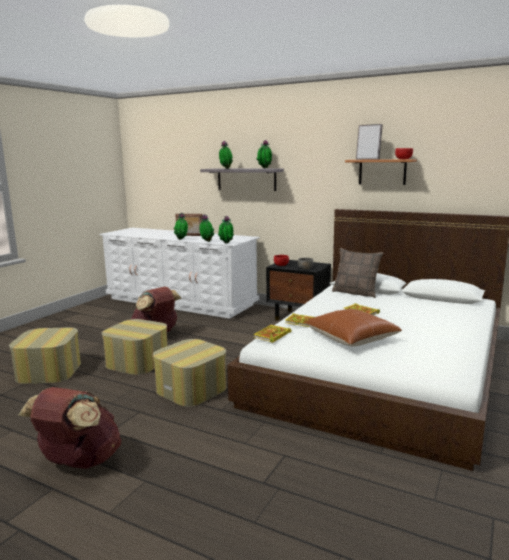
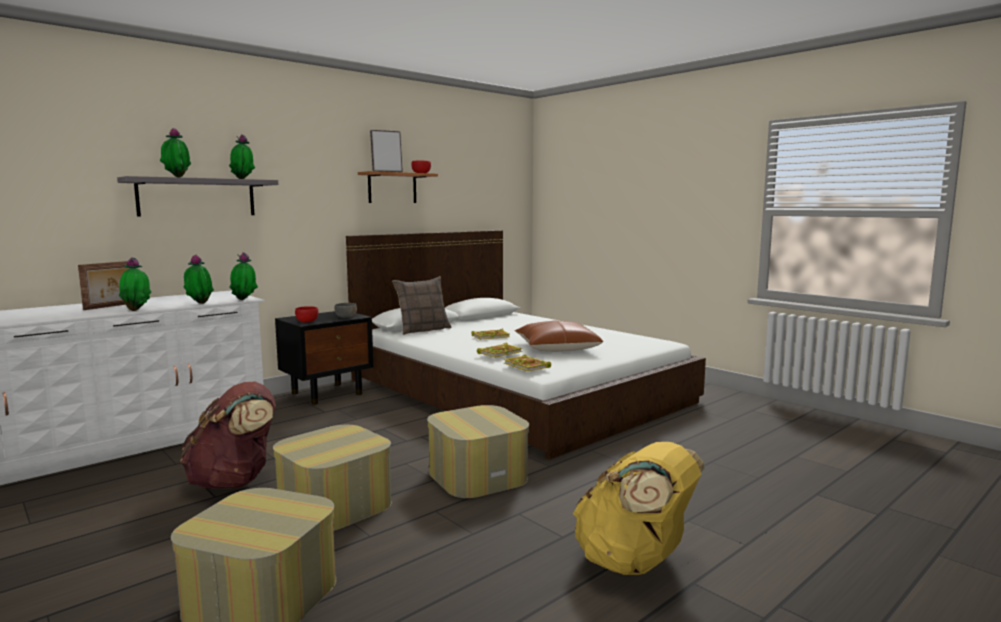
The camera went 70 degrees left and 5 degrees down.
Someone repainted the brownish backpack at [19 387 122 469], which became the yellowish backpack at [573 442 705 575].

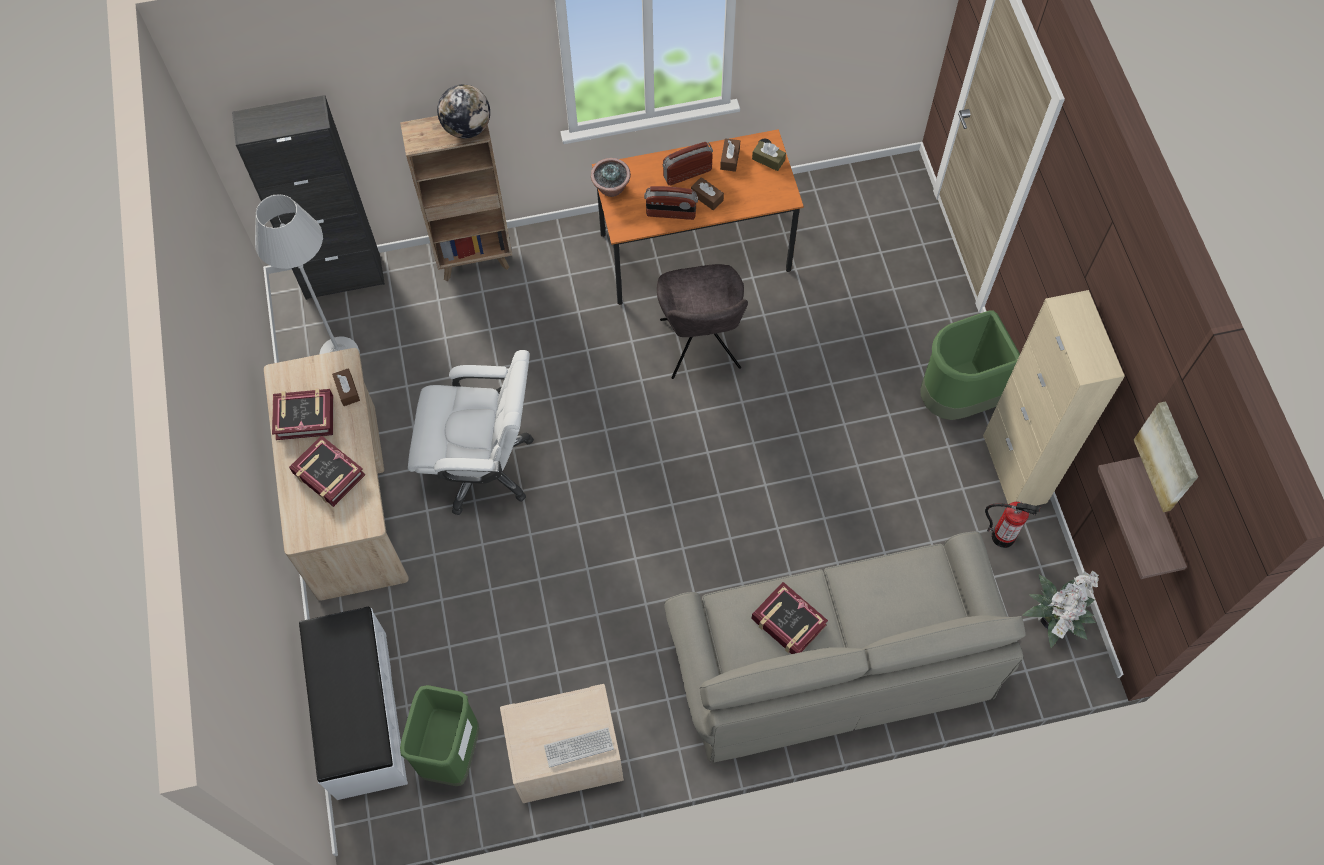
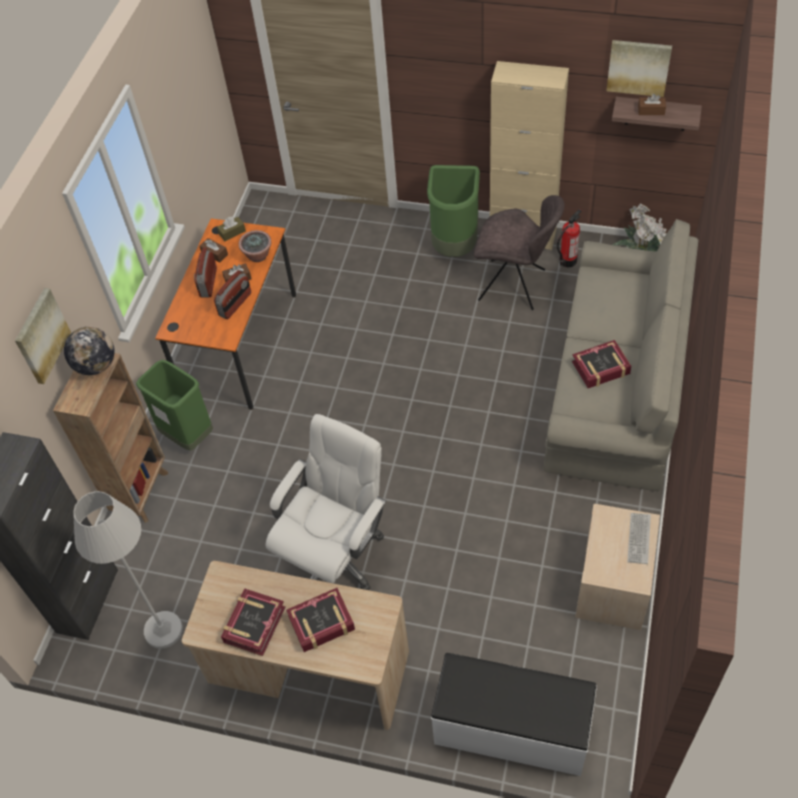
The camera went 60 degrees left and 10 degrees down.
Someone put up the picture at [15 288 71 384].
Someone carried the green-coloured trash can from [400 685 479 786] to [136 360 213 450].
Someone carried the houseplant from [591 158 631 197] to [239 230 272 262].
Someone carried the grey chair from [657 264 748 379] to [474 195 564 310].
Someone carried the brownish tissue box from [332 368 360 406] to [638 94 666 115].

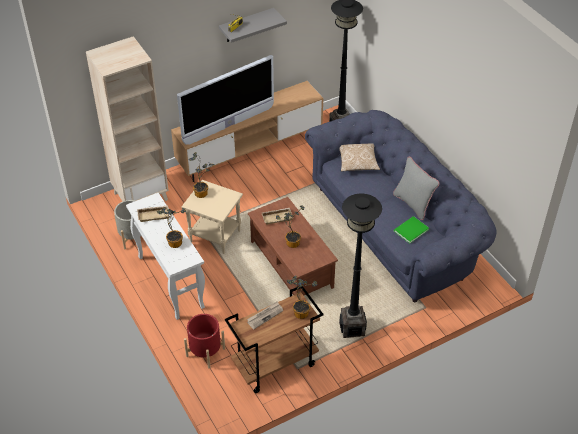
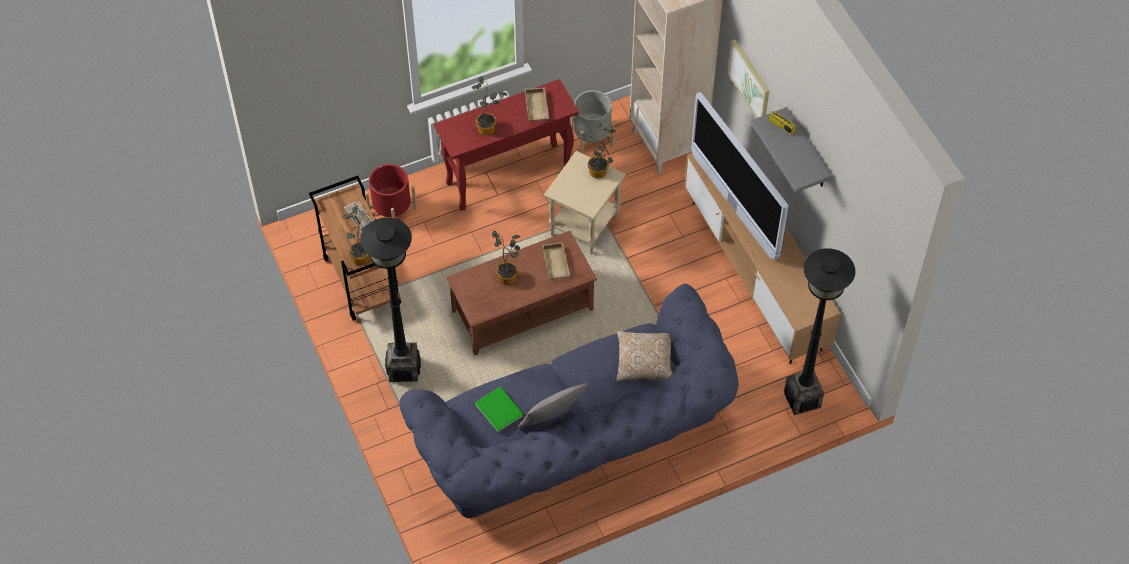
The camera went 95 degrees right and 10 degrees up.
Someone repainted the white console table at [126 193 205 320], which became the red console table at [434 79 579 211].
Someone put up the picture at [728 39 769 118].

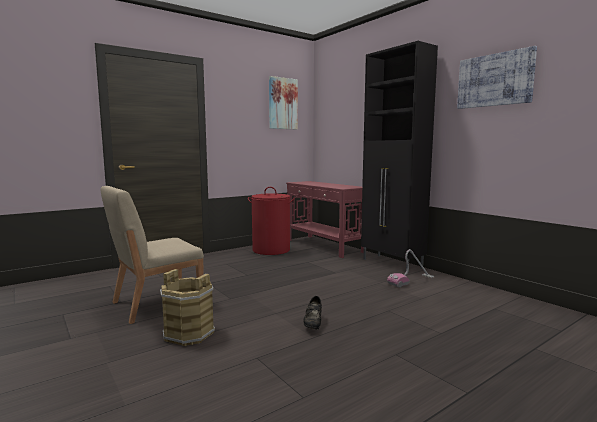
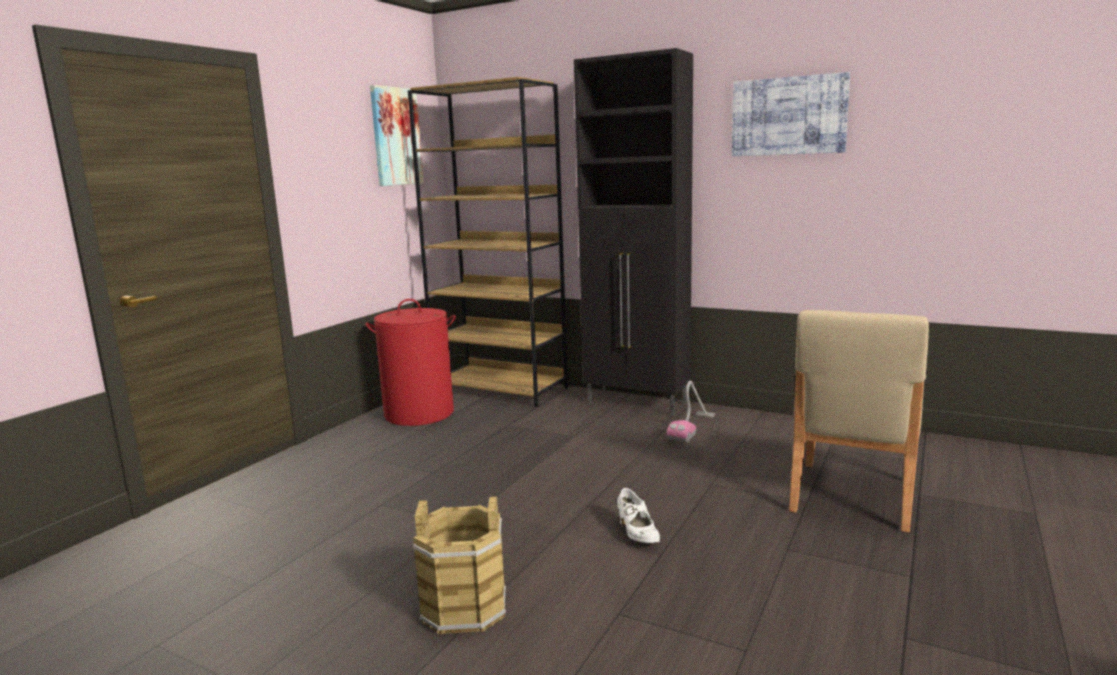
The camera went 25 degrees left and 5 degrees up.
Someone swapped the red console table at [286 181 364 258] for the brownish bookshelf at [408 77 568 407].
Someone repainted the black low shoe at [304 296 322 330], which became the white low shoe at [617 488 660 543].
Someone carried the sand-coloured chair from [101 186 204 324] to [789 310 929 532].

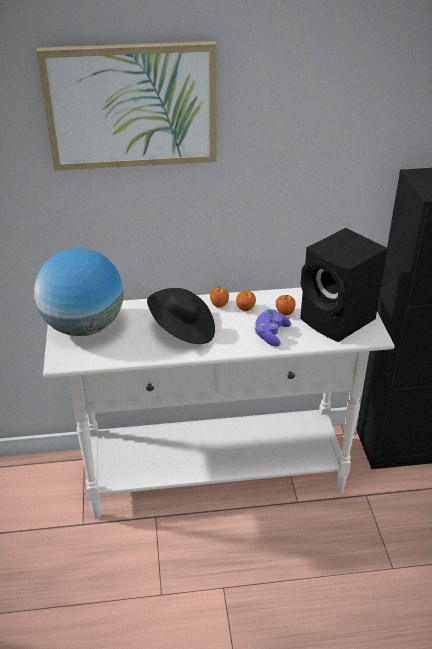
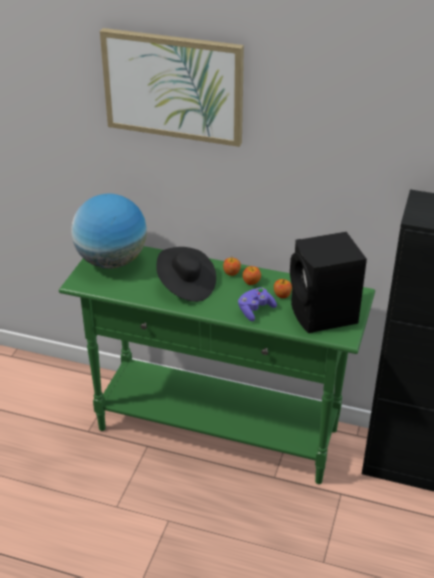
The camera went 25 degrees right and 0 degrees up.
Someone repainted the white console table at [43 288 395 519], which became the green-coloured console table at [59 246 375 484].

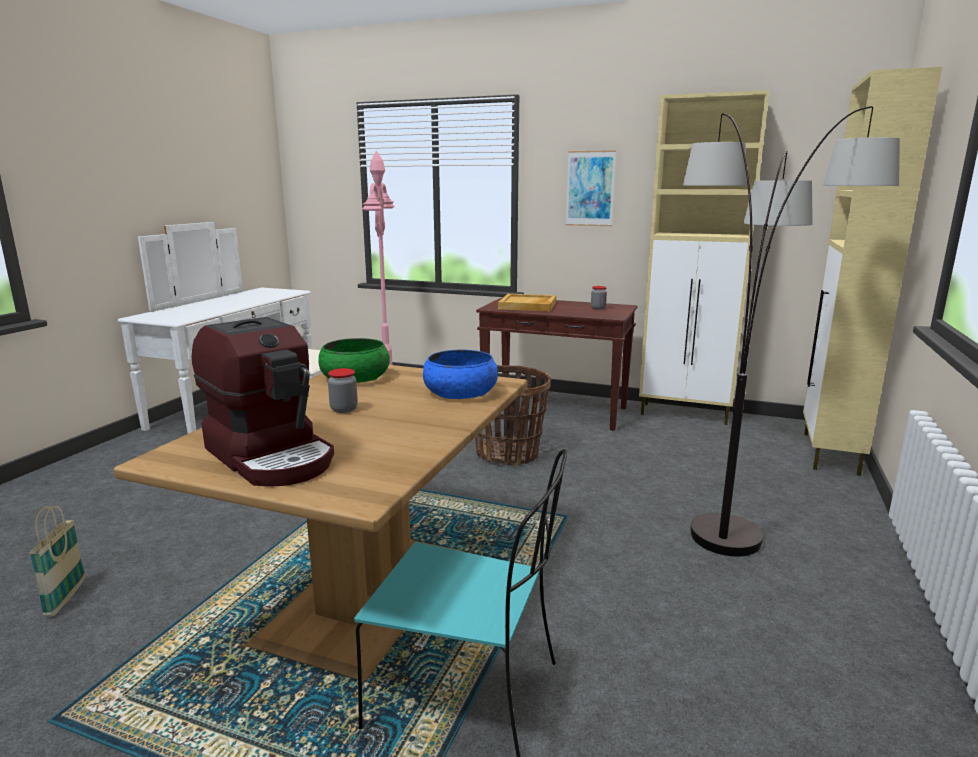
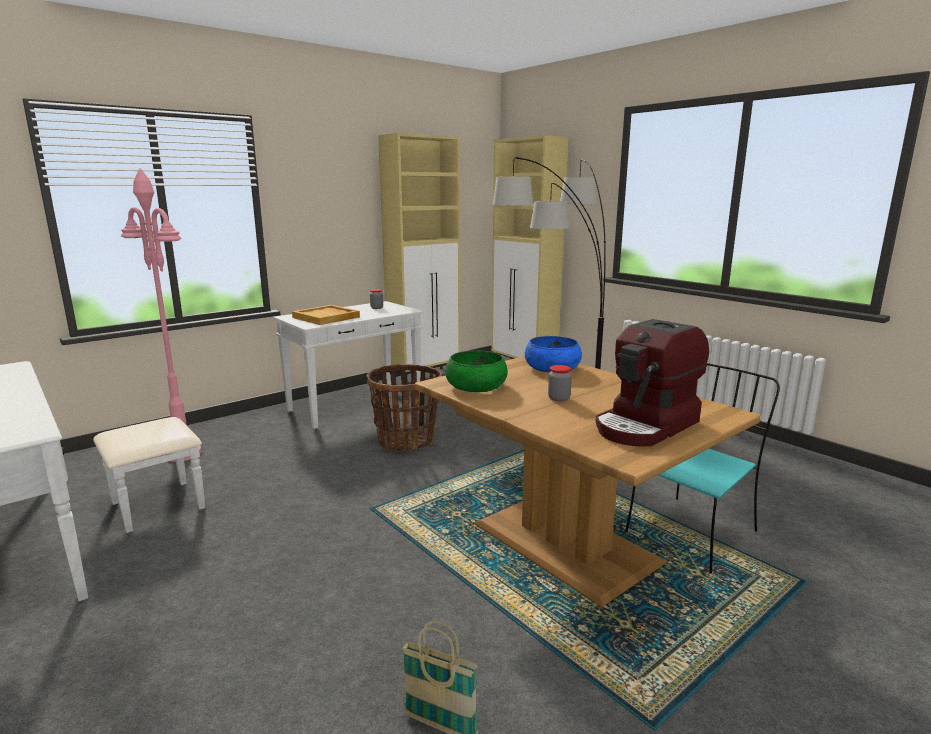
The camera went 60 degrees left and 0 degrees up.
Someone repainted the brownish console table at [476 297 637 431], which became the white console table at [273 301 424 429].
Someone rotated the coffee brewer at [192 317 334 487] by 150 degrees clockwise.
Someone took away the picture at [566 150 616 226].

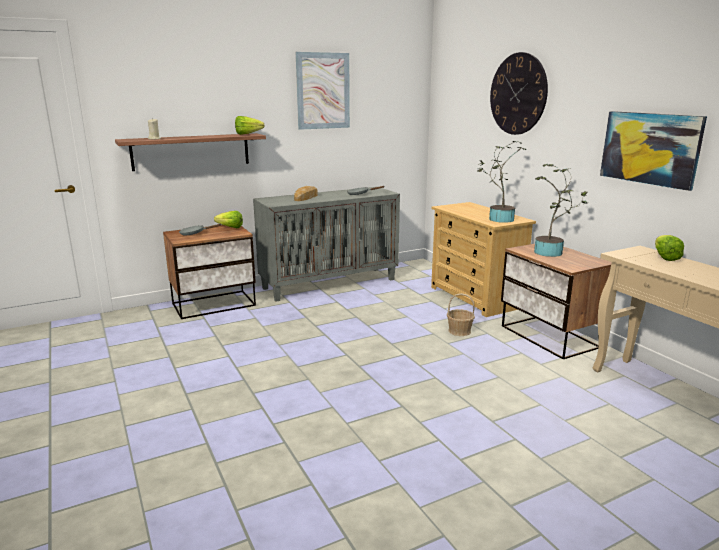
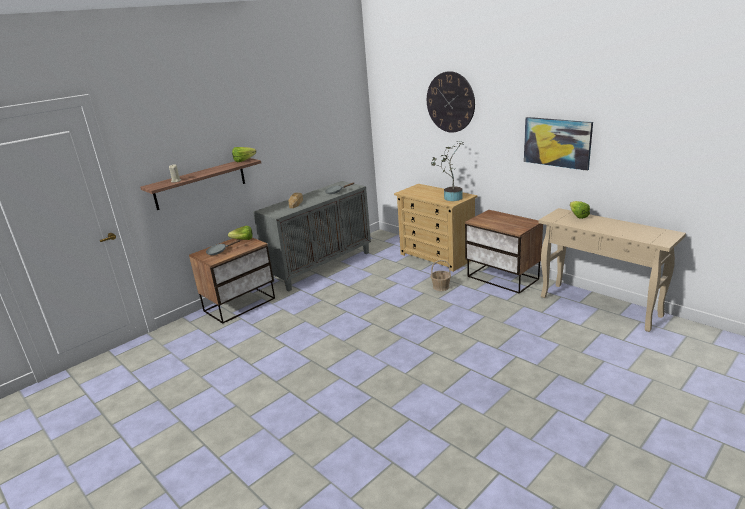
The camera went 15 degrees left and 5 degrees up.
Someone took away the picture at [296 52 350 130].
Someone took away the houseplant at [534 164 588 257].

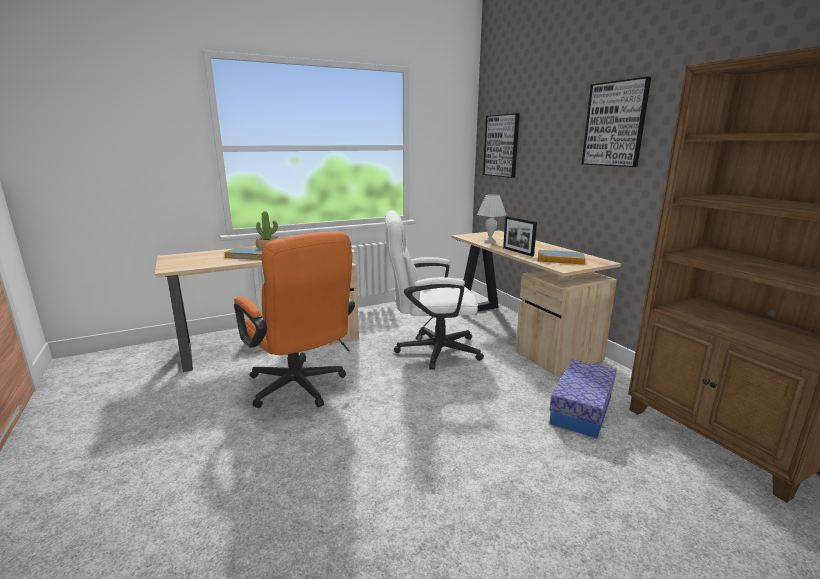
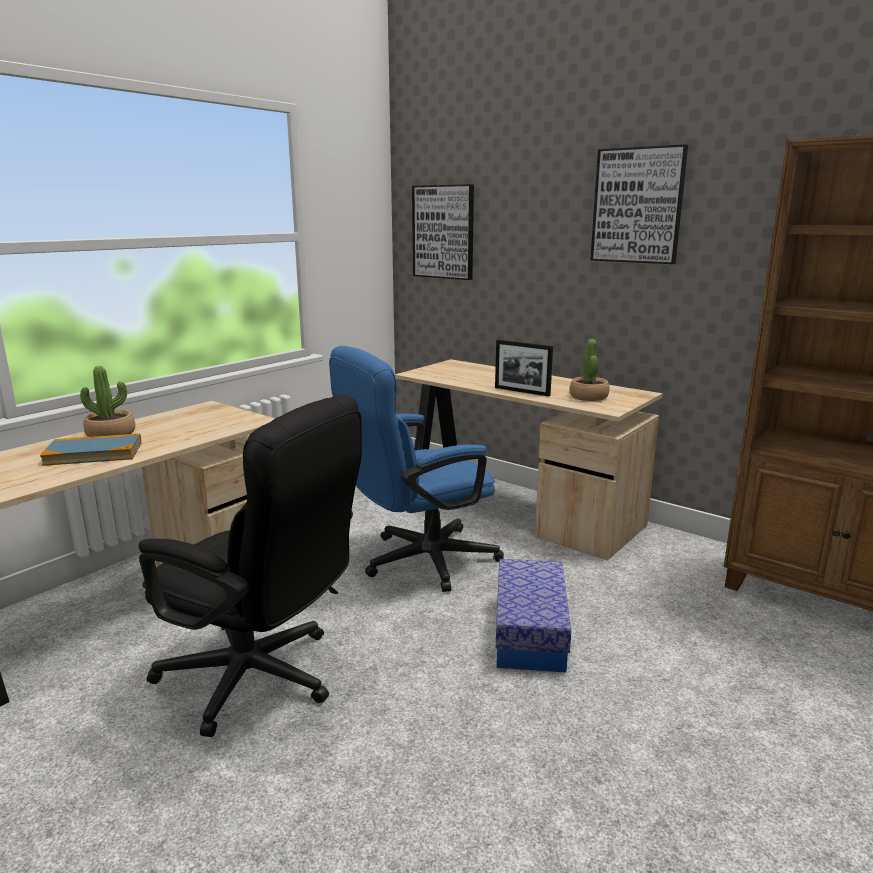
The camera went 25 degrees left and 0 degrees up.
Someone repainted the orange desk chair at [234 231 355 408], which became the black desk chair at [139 395 362 737].
Someone repainted the white desk chair at [385 210 484 370], which became the blue desk chair at [329 346 504 592].
Someone carried the storage container from [549 360 616 438] to [496 559 571 673].
Someone swapped the volume at [538 250 585 265] for the houseplant at [570 339 609 401].
Someone took away the white tabletop lamp at [477 194 506 243].

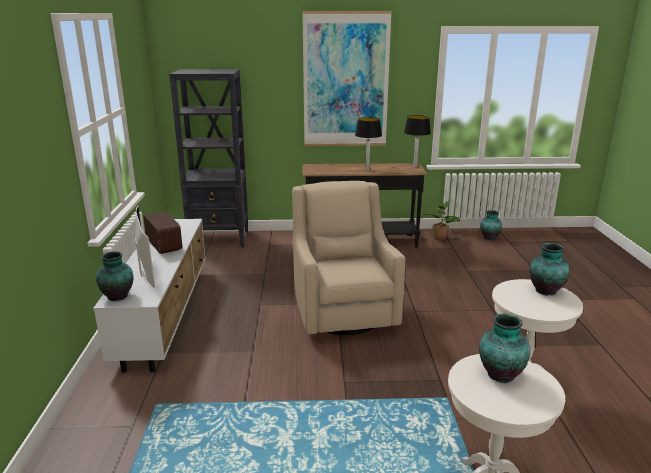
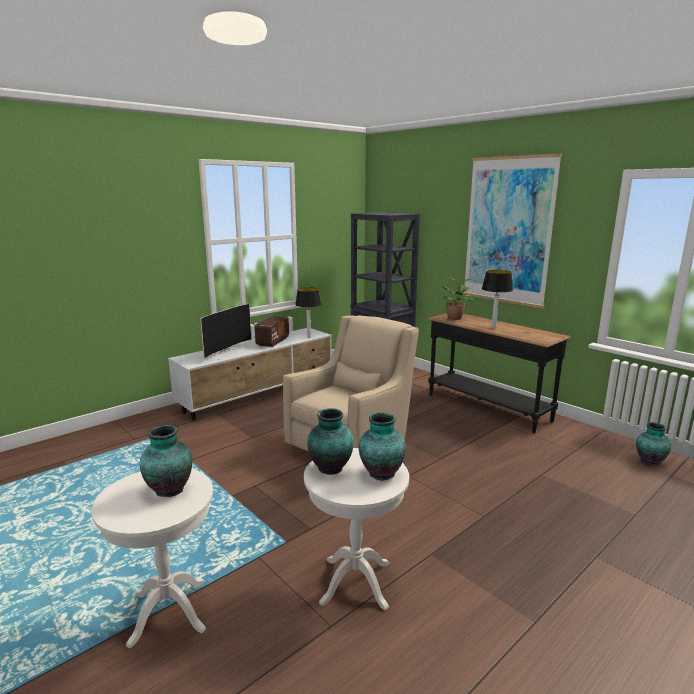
The camera went 50 degrees right and 5 degrees down.
Someone carried the tabletop lamp from [404 115 431 168] to [295 287 321 338].
Someone carried the flower vase from [96 251 133 301] to [307 408 354 475].
Someone carried the houseplant from [424 202 460 241] to [442 277 474 320].

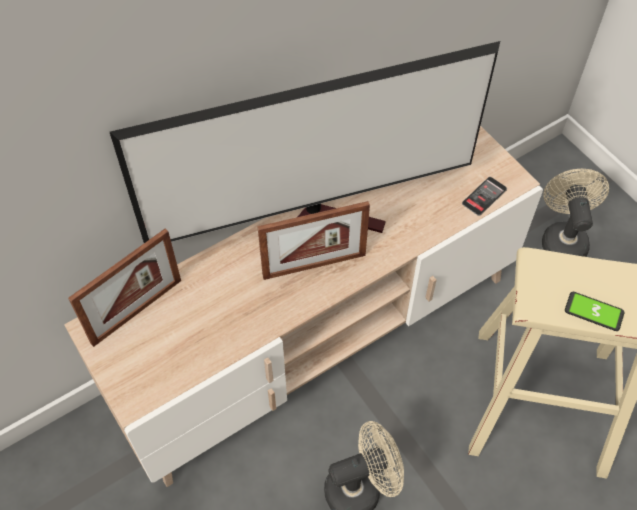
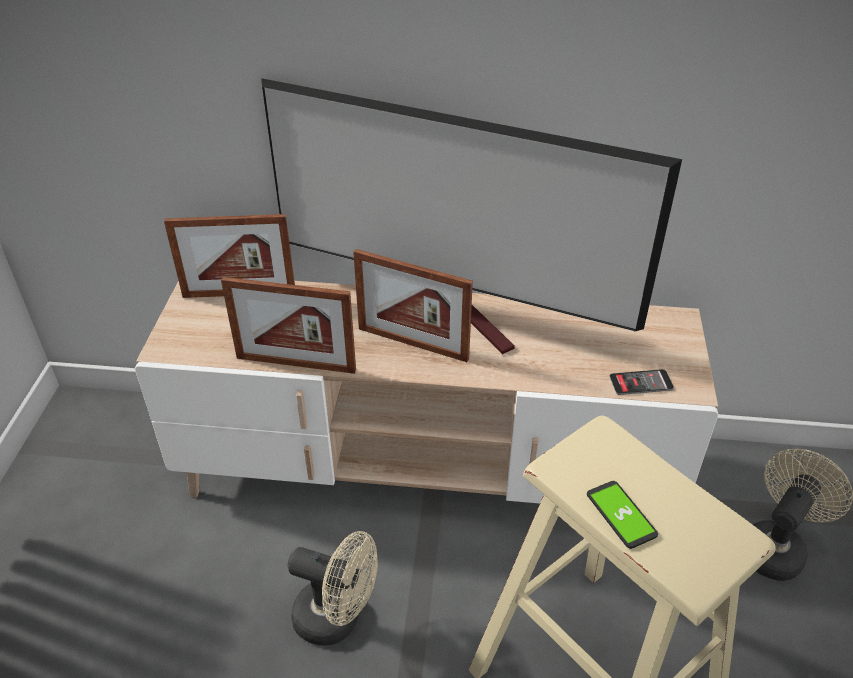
The camera went 40 degrees right and 15 degrees down.
Someone put down the picture frame at [221 277 356 374].

